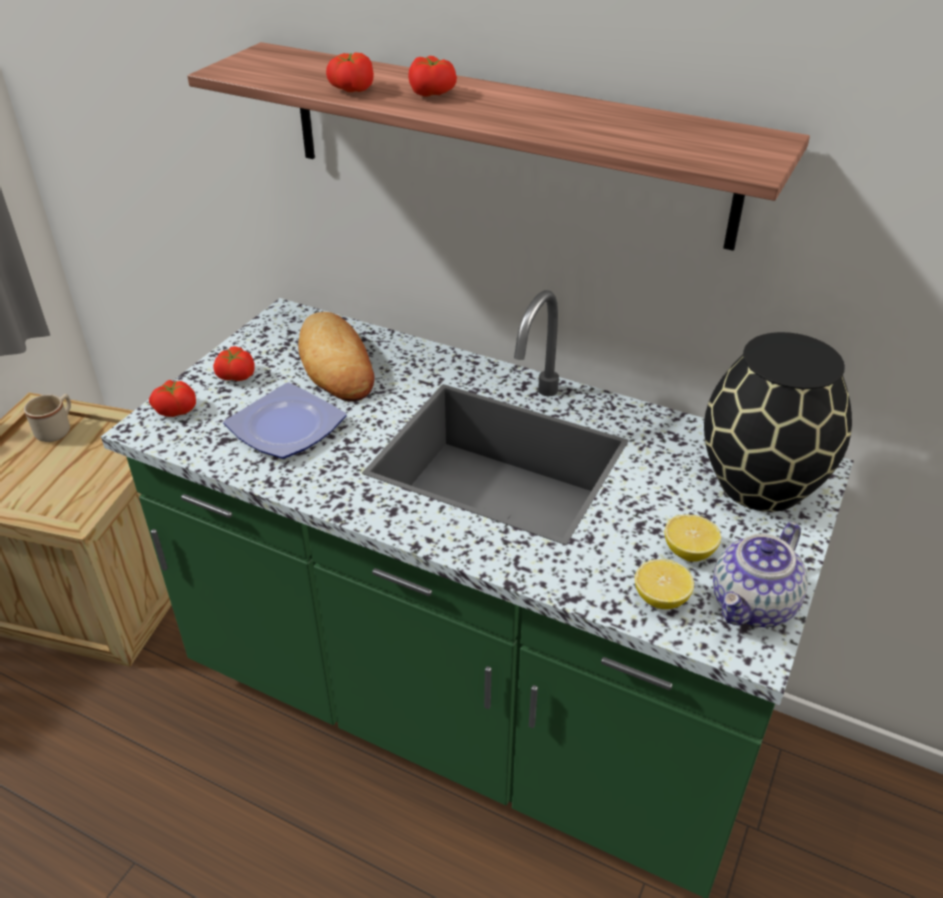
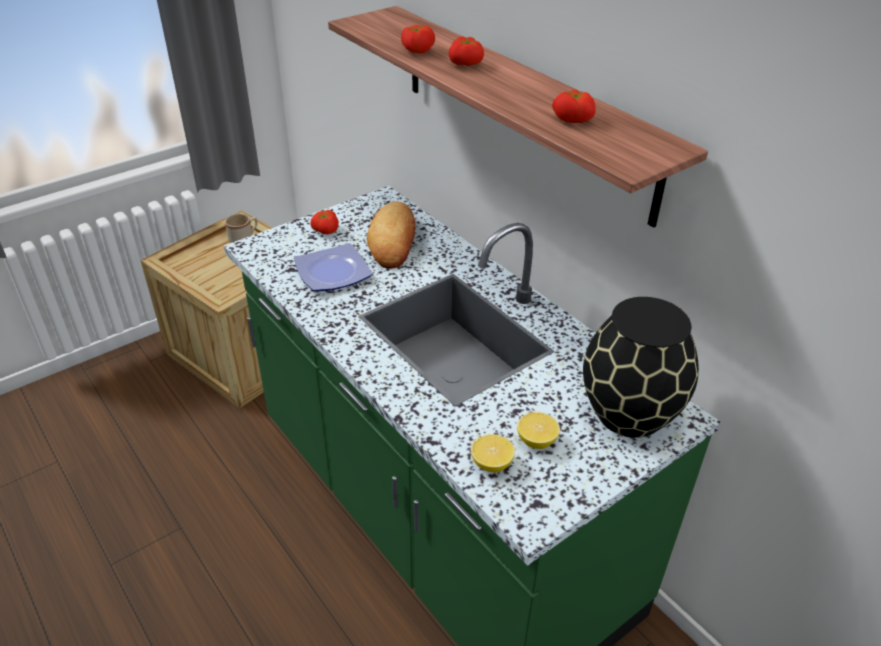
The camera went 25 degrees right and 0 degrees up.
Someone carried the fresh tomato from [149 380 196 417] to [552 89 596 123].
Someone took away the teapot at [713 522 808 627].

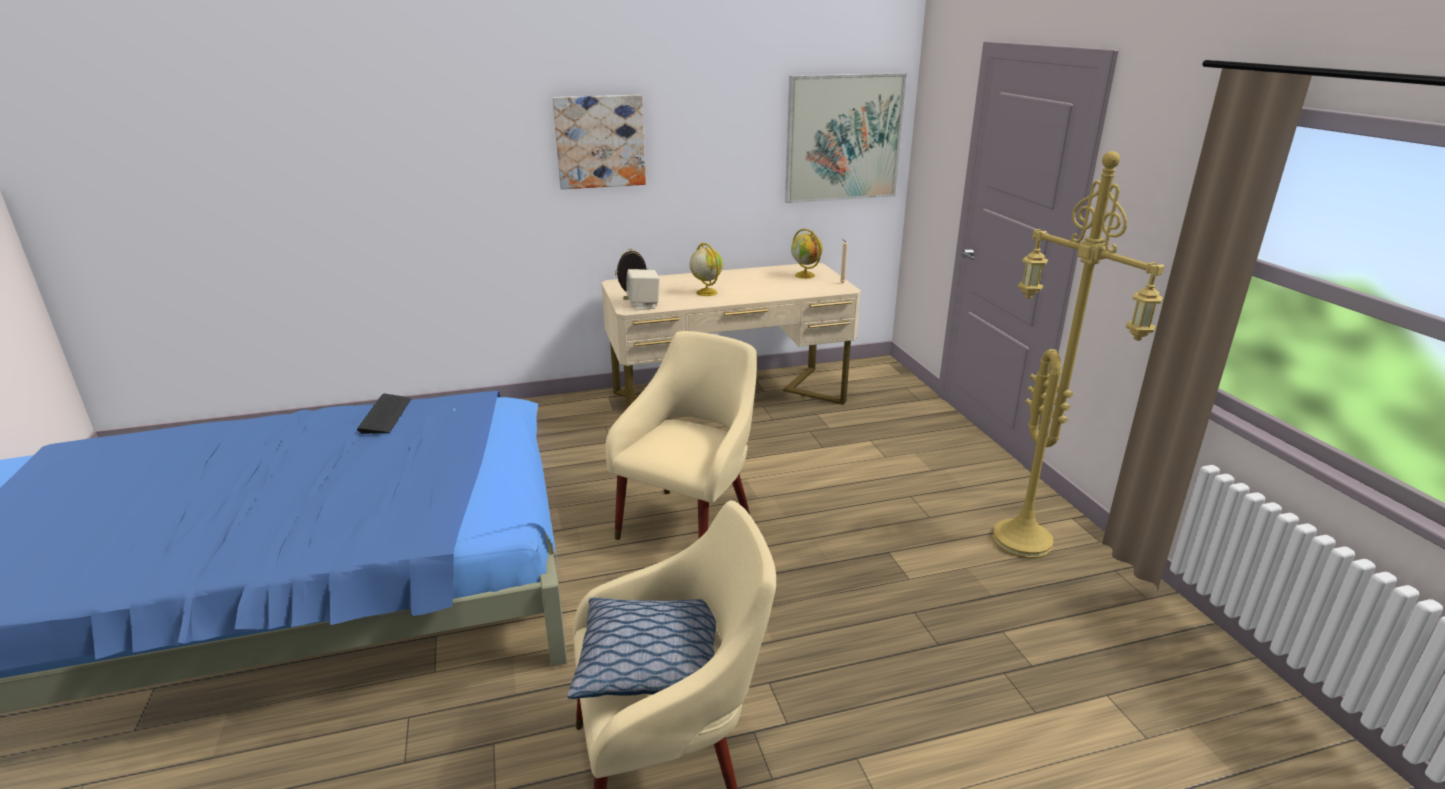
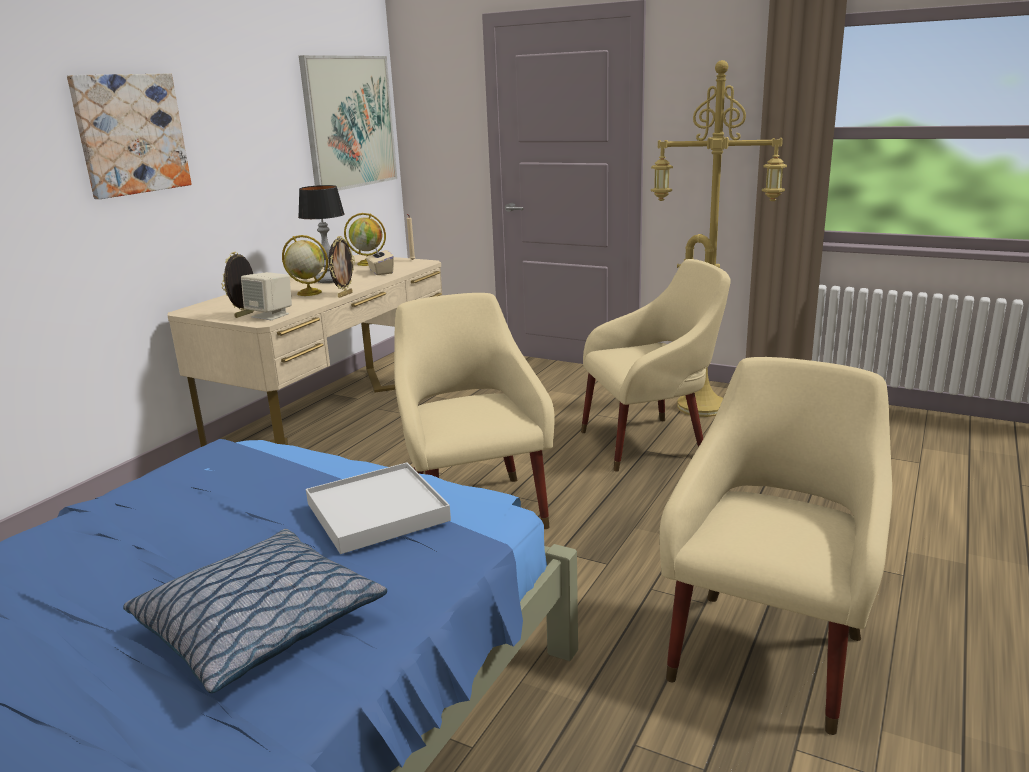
The camera went 45 degrees left and 5 degrees down.
Someone carried the throw pillow from [567 597 716 699] to [123 529 387 693].
Someone put down the tabletop lamp at [298 185 345 283].
Someone put down the white carrying tray at [306 462 451 554].
Someone put down the picture frame at [329 236 355 298].
Someone put down the sand-coloured tissue box at [366 246 394 275].
Someone put down the sand-coloured easy chair at [581 259 731 472].
Someone took away the keyboard at [357 393 411 434].

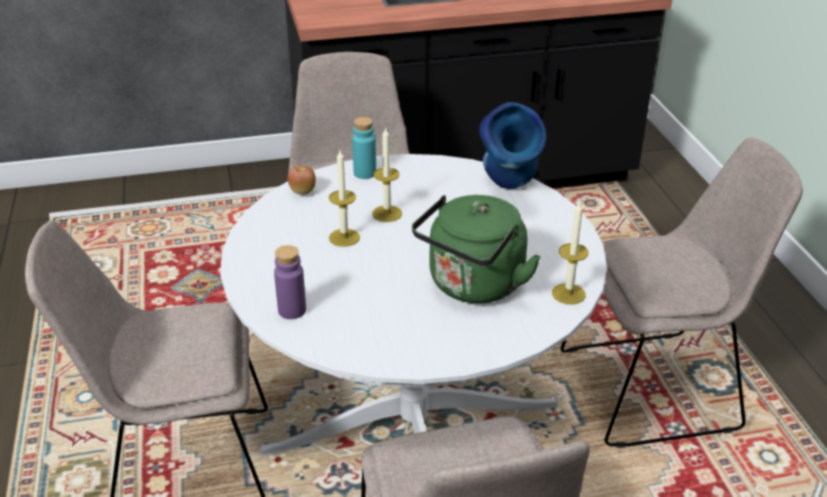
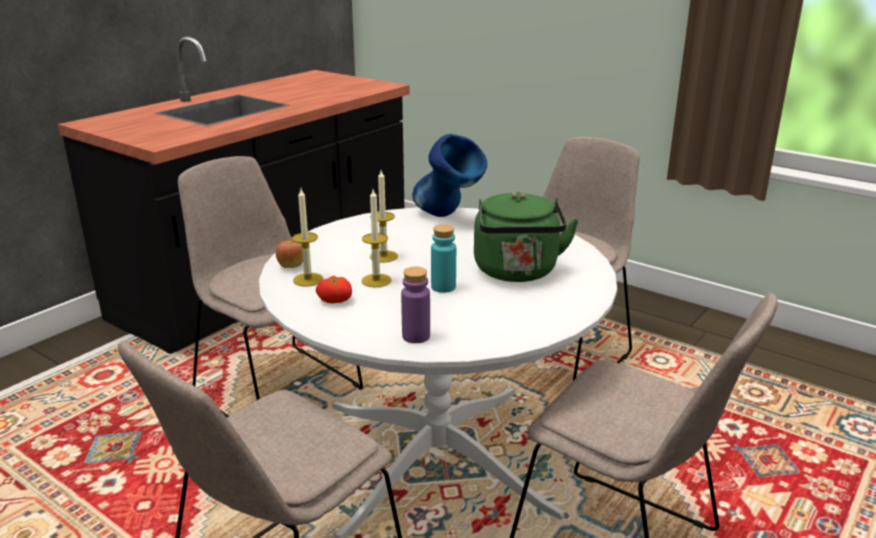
The camera went 40 degrees left and 10 degrees down.
Someone carried the wax candle from [552 201 589 305] to [292 189 323 287].
Someone put down the fresh tomato at [316 276 352 303].
Someone carried the blue-green bottle from [352 117 376 179] to [431 224 456 293].

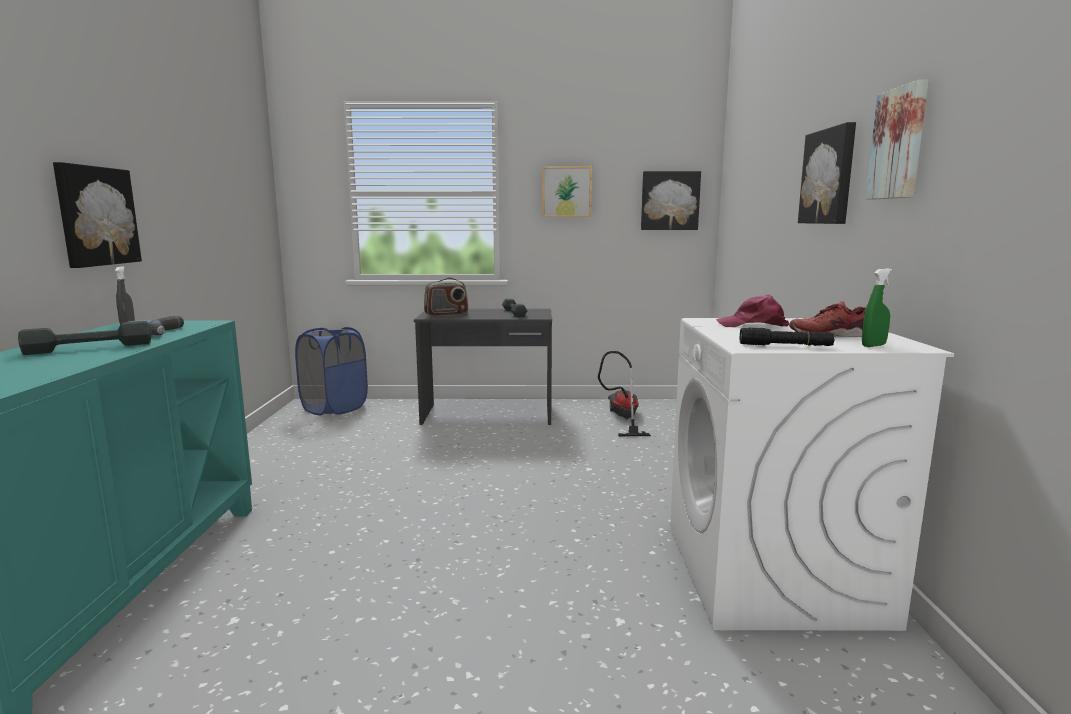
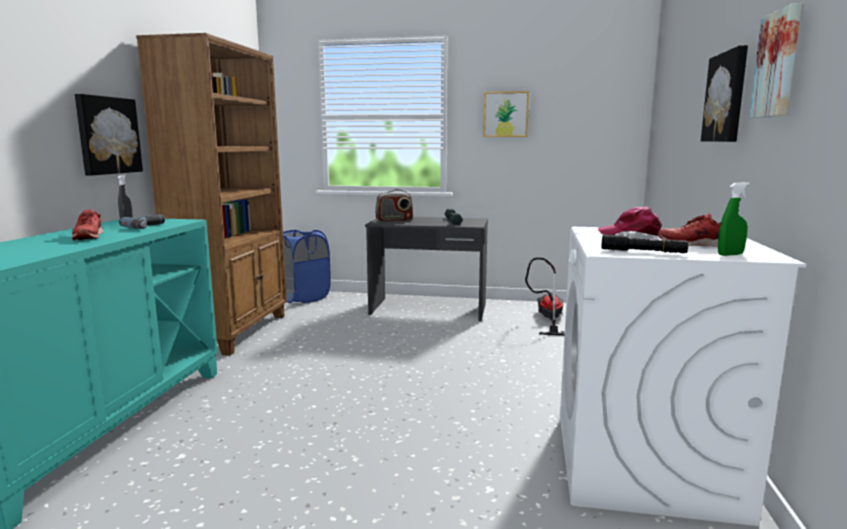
The camera went 10 degrees right and 0 degrees up.
Someone swapped the grey dumbbell at [18 321 151 355] for the red low shoe at [72 209 104 240].
Someone put down the brownish bookshelf at [136 33 287 356].
Someone took away the picture at [641 171 701 230].

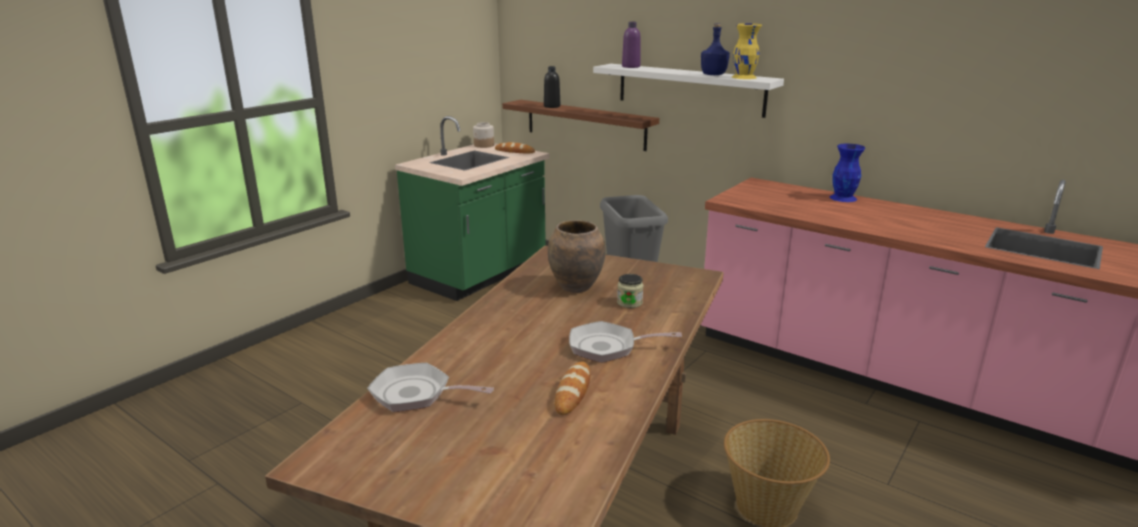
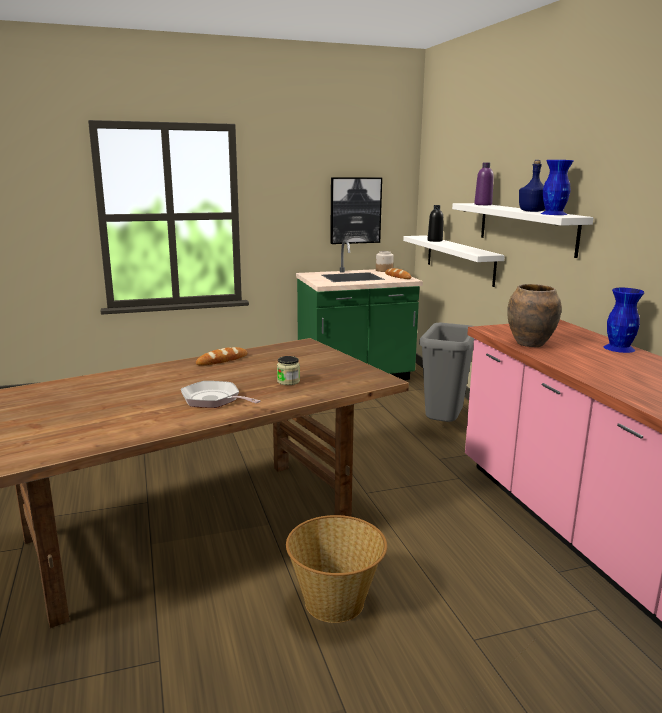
The camera went 35 degrees right and 5 degrees down.
Someone carried the bread from [555 362 590 415] to [196 347 248 365].
Someone put up the picture at [330 177 382 244].
Someone repainted the brownish bracket shelf at [502 100 659 151], which became the white bracket shelf at [403 235 505 287].
Someone carried the brownish flower vase from [548 220 606 293] to [507 284 562 347].
Someone repainted the yellowish flower vase at [732 23 762 79], which became the blue flower vase at [541 160 574 215].
Someone took away the frying pan at [367 363 494 412].

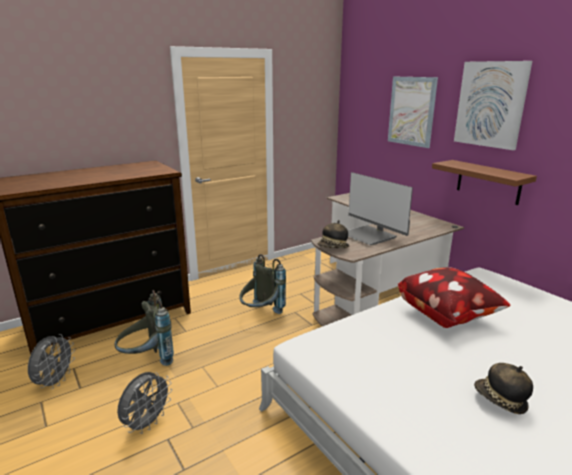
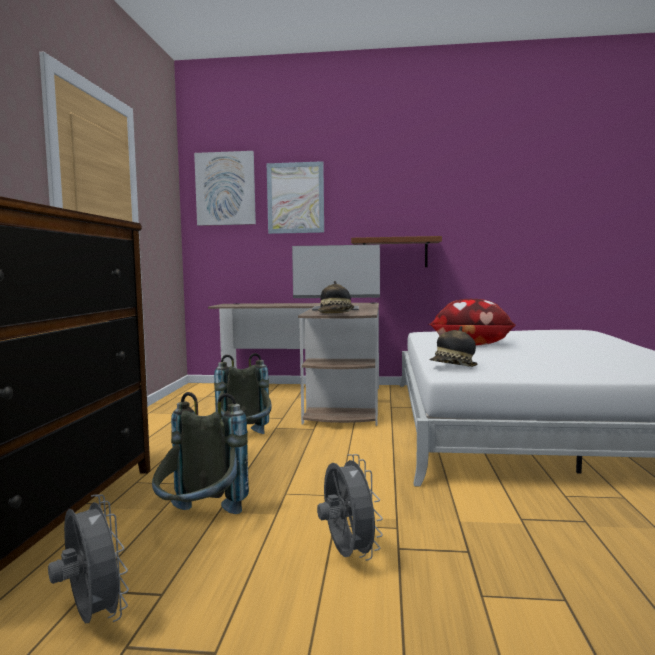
The camera went 50 degrees left and 15 degrees down.
Someone carried the picture from [454 61 532 150] to [194 151 256 226].
Someone carried the clothing hat from [474 363 533 414] to [429 326 477 367].

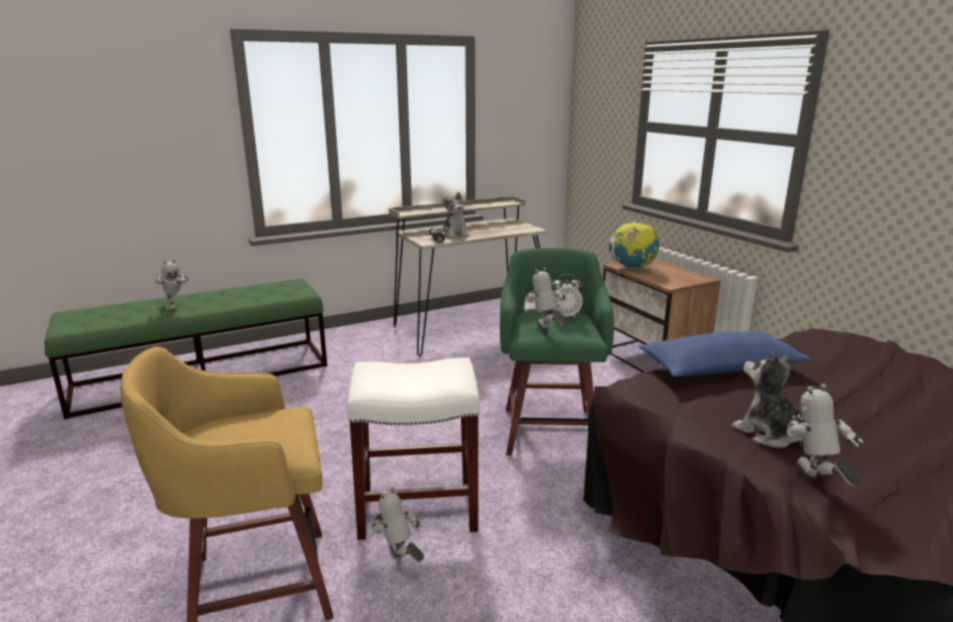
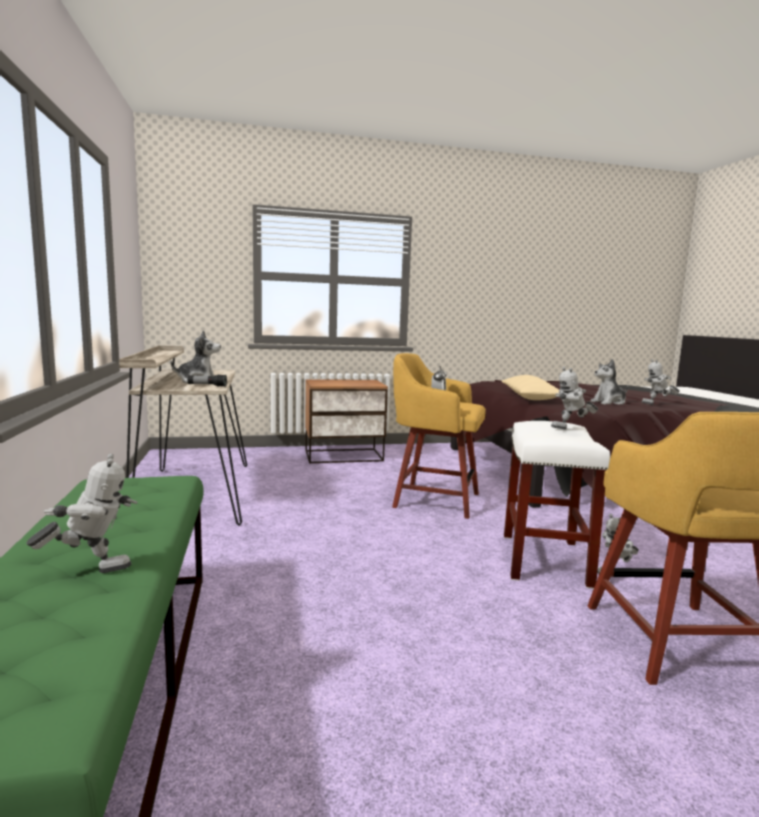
The camera went 75 degrees left and 10 degrees down.
Someone repainted the green-coloured stool seat at [500 248 614 456], which became the yellowish stool seat at [392 353 486 519].
Someone repainted the blue throw pillow at [639 331 811 377], which became the sand-coloured throw pillow at [502 375 559 400].
Someone carried the toy robot from [525 267 567 330] to [551 367 598 430].
Someone took away the world globe at [609 221 659 269].

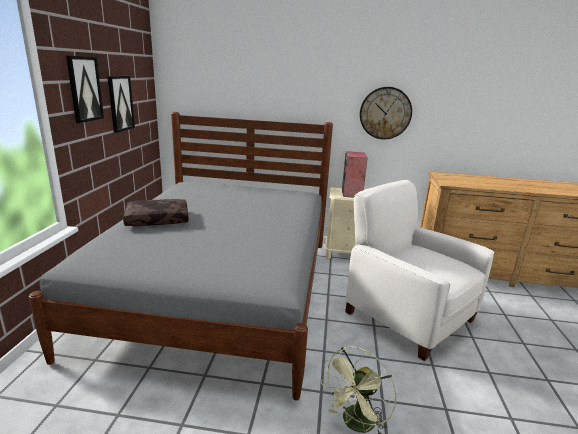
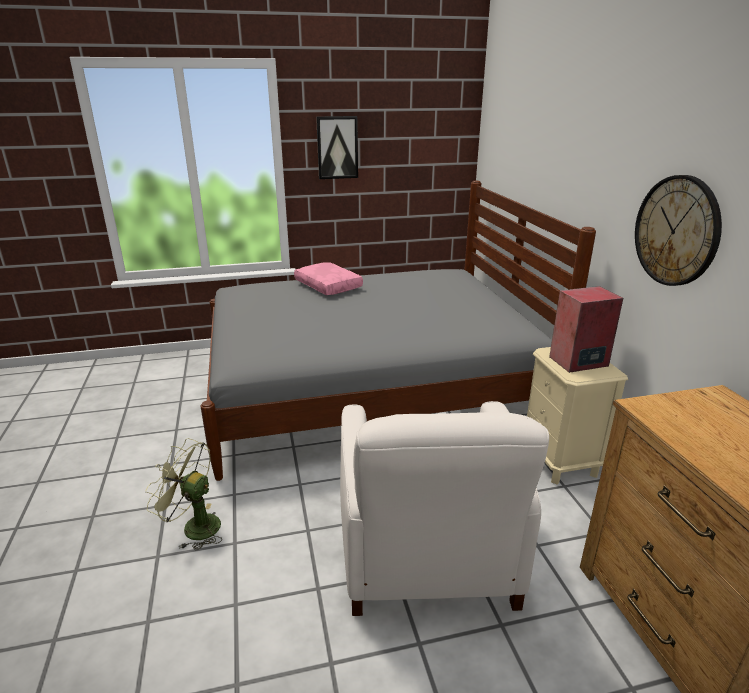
The camera went 70 degrees right and 5 degrees up.
Someone repainted the brownish throw pillow at [123 199 189 226], which became the pinkish throw pillow at [294 263 363 295].
Someone rotated the white easy chair at [345 180 494 361] by 150 degrees clockwise.
Someone took away the picture at [107 76 135 133].

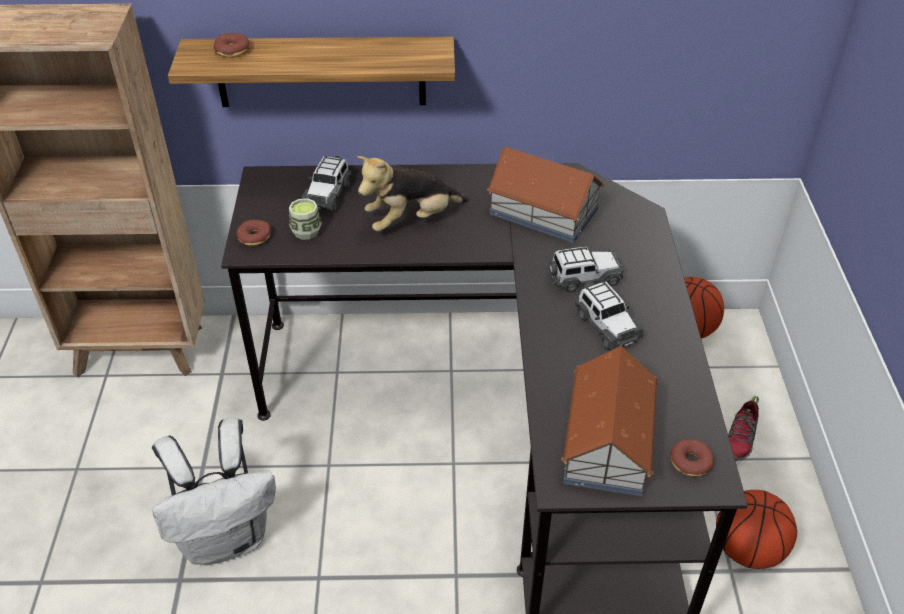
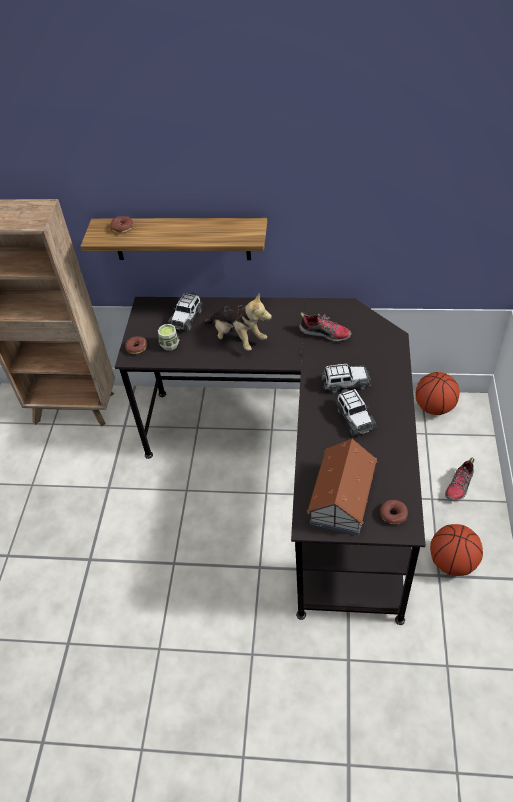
The camera went 10 degrees right and 5 degrees up.
Someone rotated the cuddly toy at [357 156 468 232] by 120 degrees counterclockwise.
Someone swapped the toy house at [487 147 605 243] for the low shoe at [299 312 351 341].
Someone took away the white backpack at [152 417 276 565].

